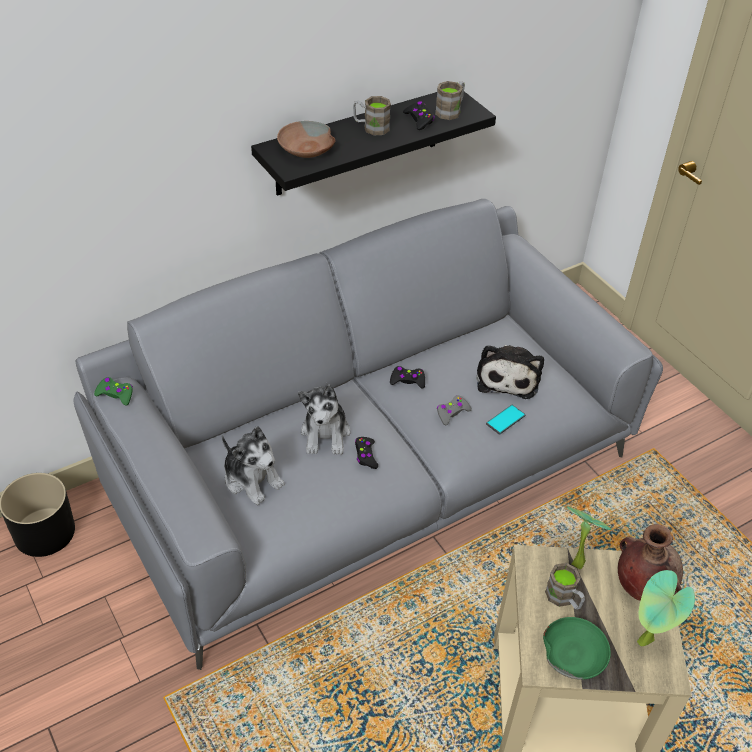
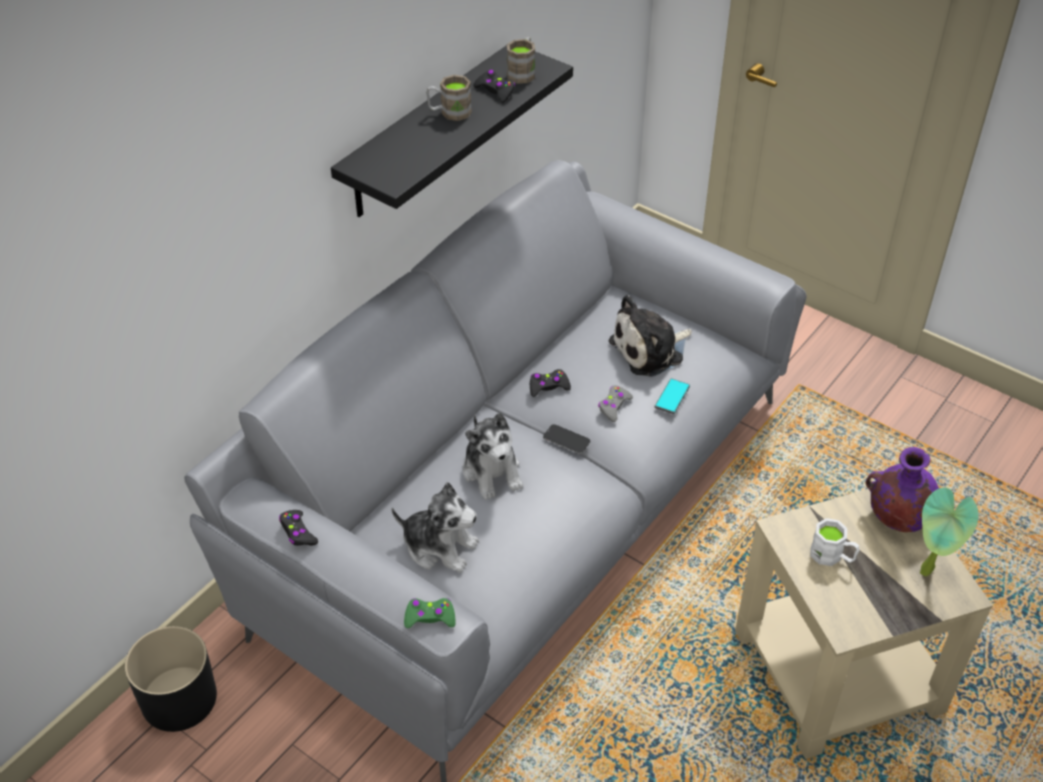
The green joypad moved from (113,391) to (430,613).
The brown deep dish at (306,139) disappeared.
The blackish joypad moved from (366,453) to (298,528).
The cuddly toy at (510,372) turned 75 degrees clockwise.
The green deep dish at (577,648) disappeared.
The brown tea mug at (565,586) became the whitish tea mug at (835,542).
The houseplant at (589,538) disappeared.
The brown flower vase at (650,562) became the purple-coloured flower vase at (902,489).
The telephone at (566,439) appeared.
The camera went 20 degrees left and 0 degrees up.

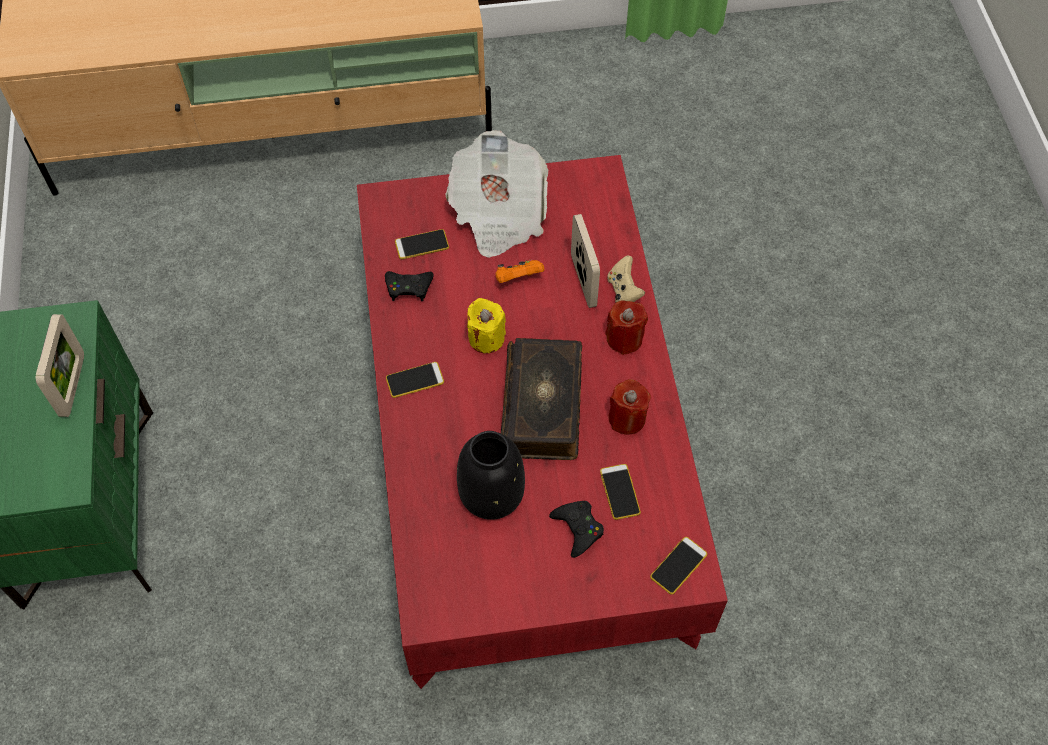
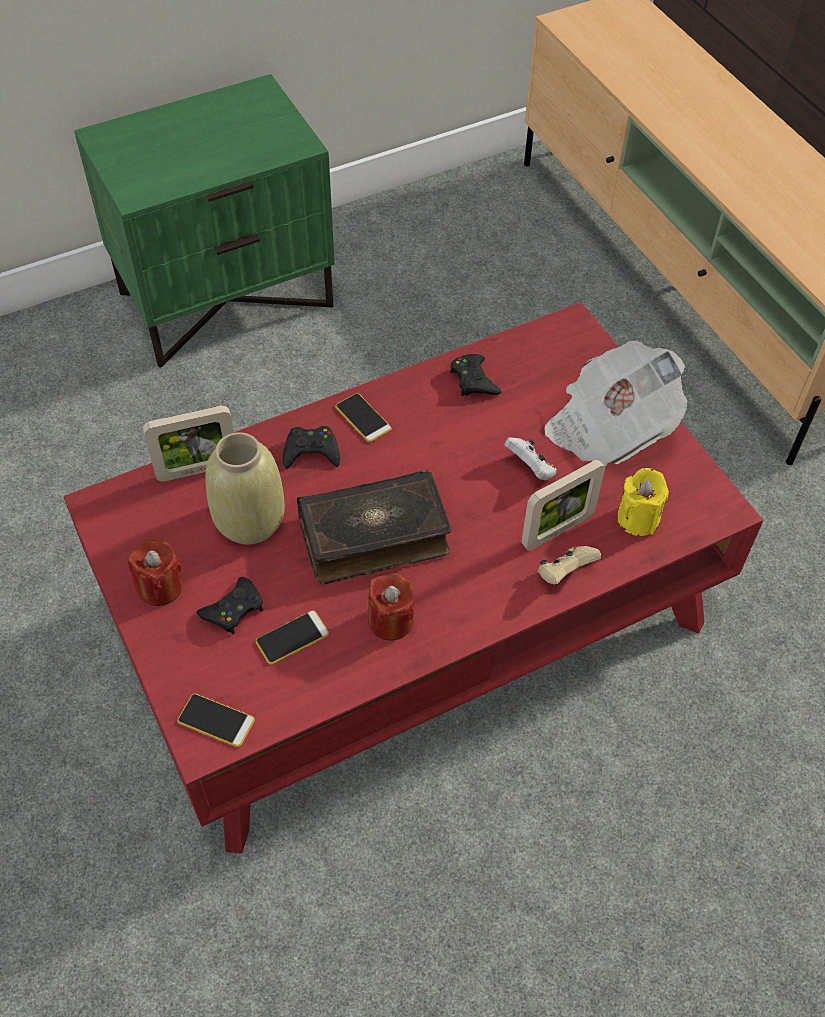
The standing frame moved from (60,365) to (188,443).
The telephone at (422,244) disappeared.
The blackish flower vase at (491,475) became the beige-coloured flower vase at (245,488).
The yellowish candle moved from (486,325) to (643,502).
The orange joypad at (520,271) became the whitish joypad at (530,458).
The red-coloured candle moved from (626,327) to (155,573).
The blackish joypad at (311,447) appeared.
The camera went 70 degrees right and 5 degrees down.

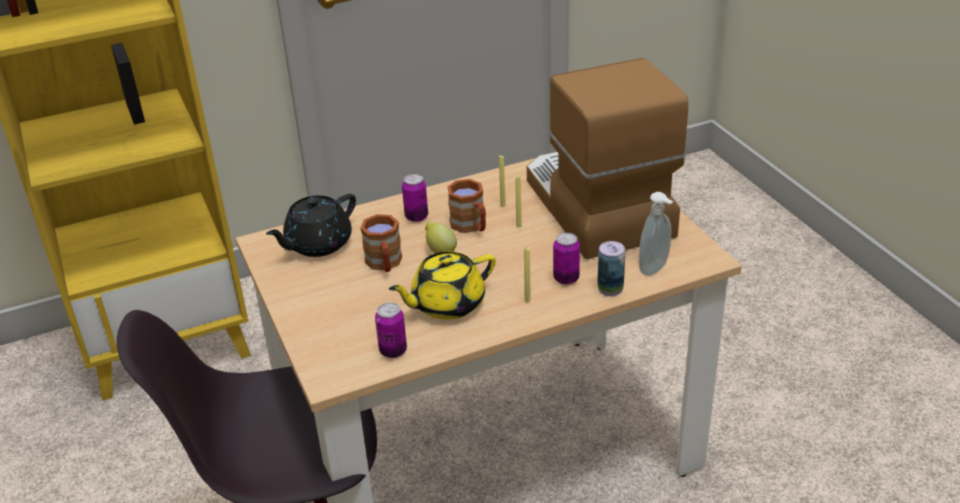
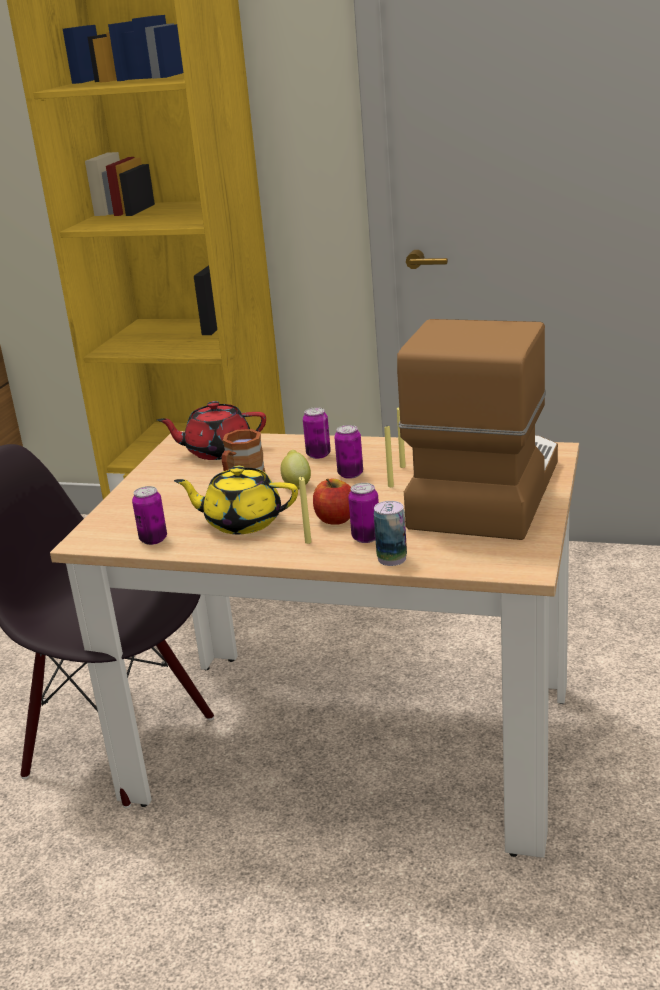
The blackish teapot at (311,225) became the red-coloured teapot at (211,430).
The brown tea mug at (466,206) was replaced by the sealed can at (348,452).
The liquid soap bottle at (656,234) disappeared.
The apple fruit at (332,501) appeared.
The camera went 40 degrees right and 10 degrees down.

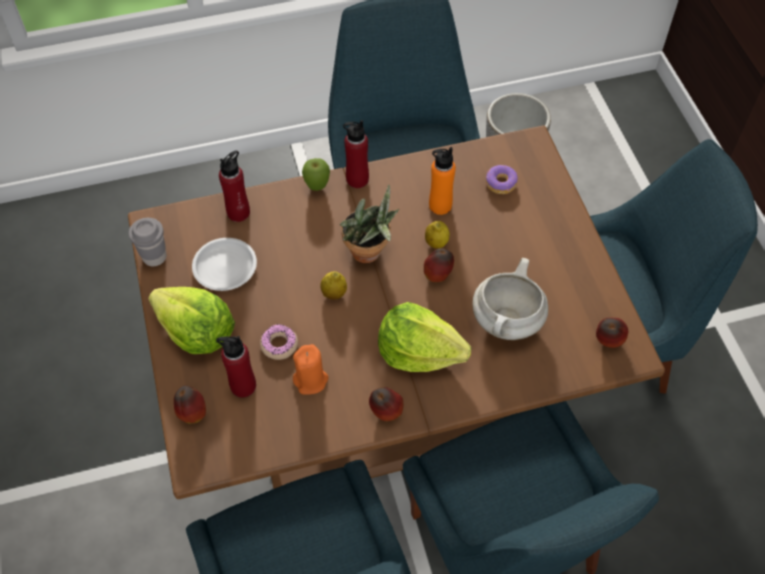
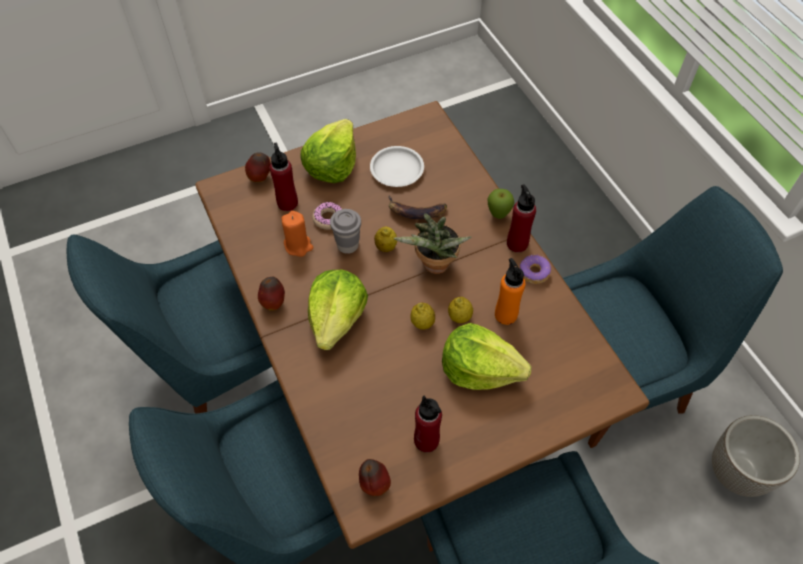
The gray small cup moved from (147,242) to (345,231).
The red-coloured beverage bottle moved from (234,186) to (428,424).
The apple fruit at (439,265) was replaced by the citrus fruit at (423,316).
The whitish cooking pot at (510,299) disappeared.
The donut moved from (502,179) to (535,269).
The whole banana at (418,207) appeared.
The head of lettuce at (486,356) appeared.
The camera went 80 degrees right and 0 degrees up.

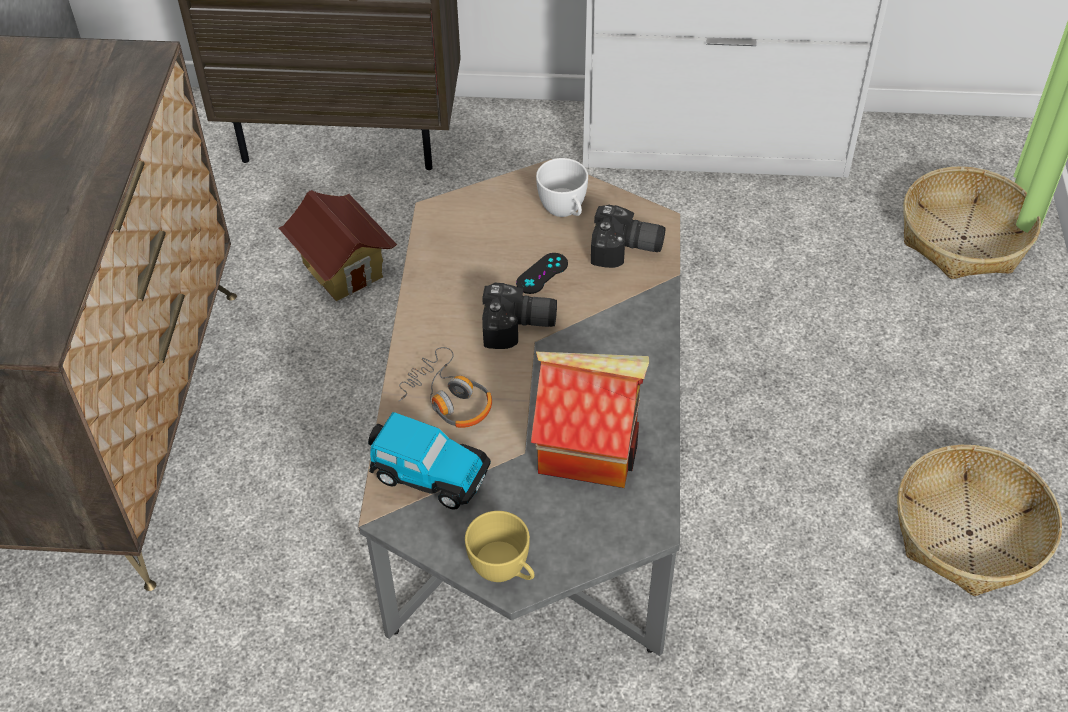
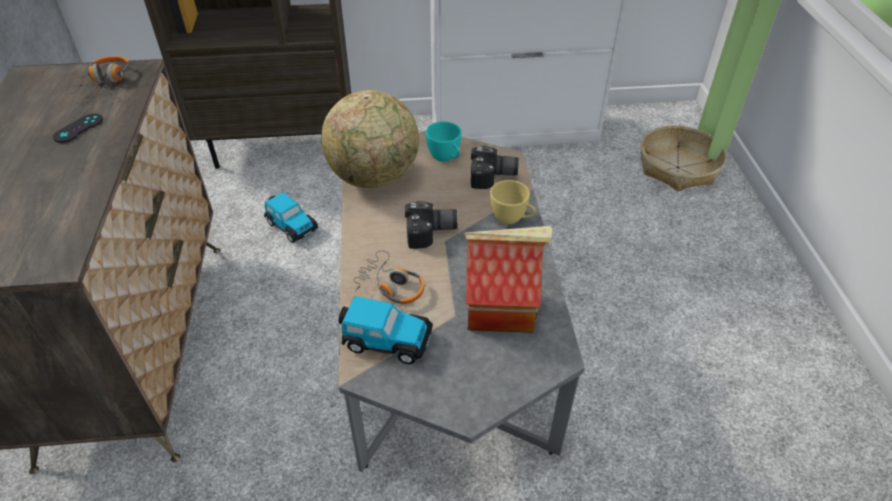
The model house at (338,245) was replaced by the model car at (291,217).
The yellowish small cup moved from (500,546) to (513,202).
The blackish joypad moved from (542,273) to (78,128).
The whitish small cup at (562,187) became the turquoise-coloured small cup at (443,141).
The household basket at (979,520) disappeared.
The pair of headphones at (97,75) appeared.
The globe at (370,139) appeared.
The camera went 10 degrees left and 5 degrees down.

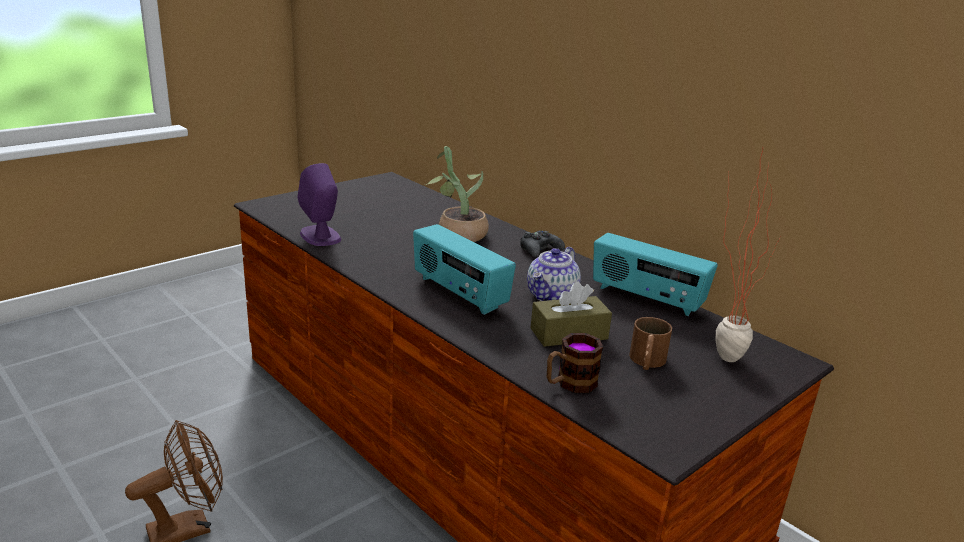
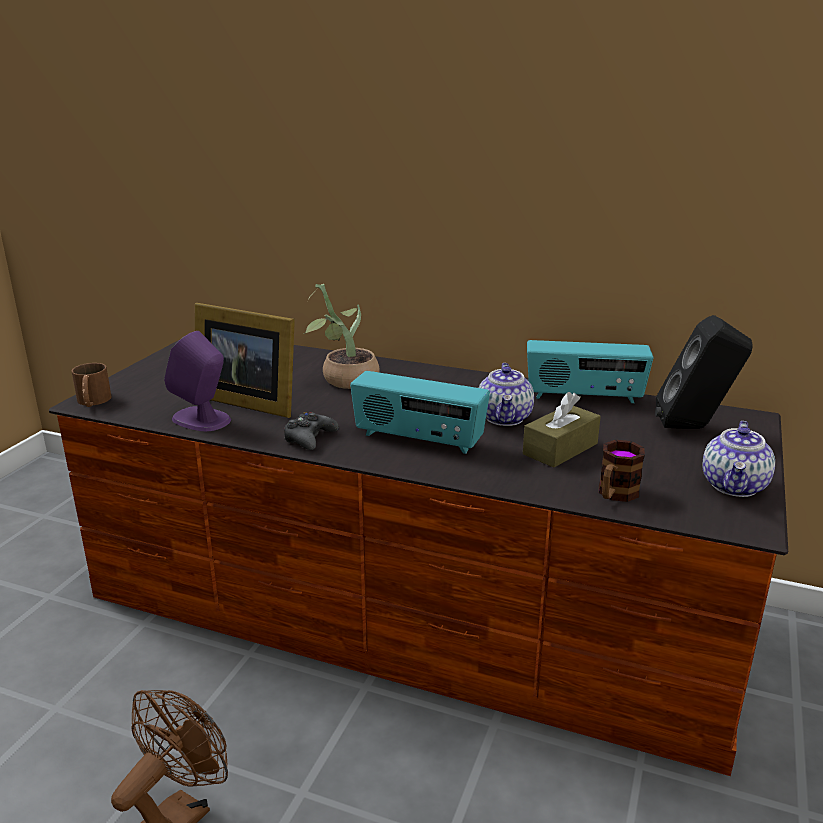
The blackish joypad moved from (543,243) to (311,431).
The brown tea mug moved from (650,343) to (91,385).
The houseplant at (748,256) was replaced by the blackish speaker at (704,372).
The standing frame at (245,360) appeared.
The teapot at (738,459) appeared.
The camera went 25 degrees left and 0 degrees up.

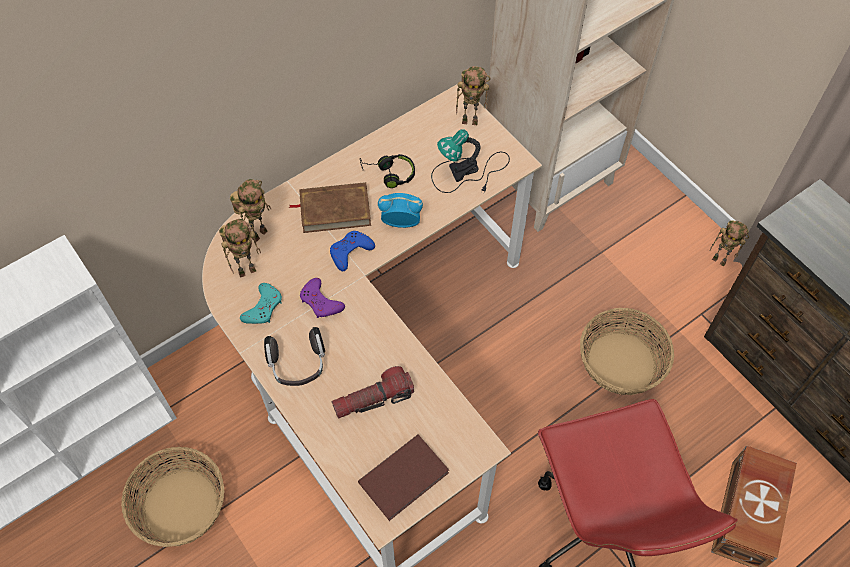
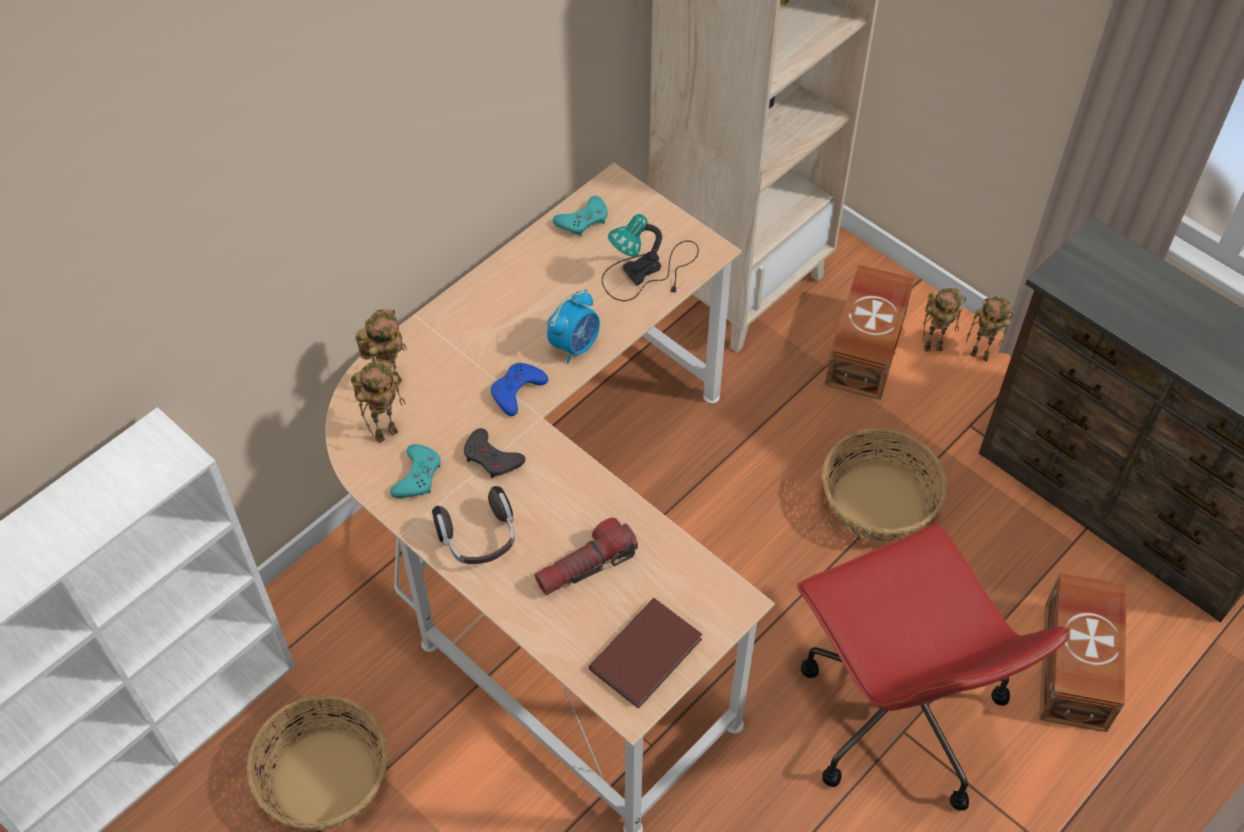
The brown volume at (330,207) disappeared.
The purple-coloured joypad at (322,298) became the gray joypad at (494,453).
The blackish pair of headphones at (387,171) disappeared.
The alarm clock at (400,210) turned 135 degrees clockwise.
The robot figure moved from (473,95) to (944,319).
The turquoise-coloured joypad at (580,216) appeared.
The brown storage box at (869,332) appeared.
The camera went 10 degrees left and 5 degrees down.

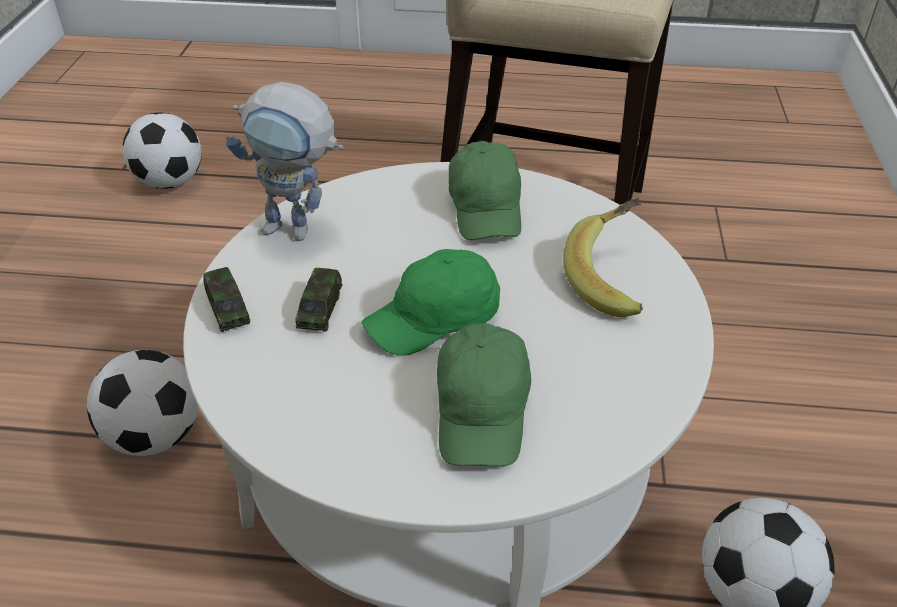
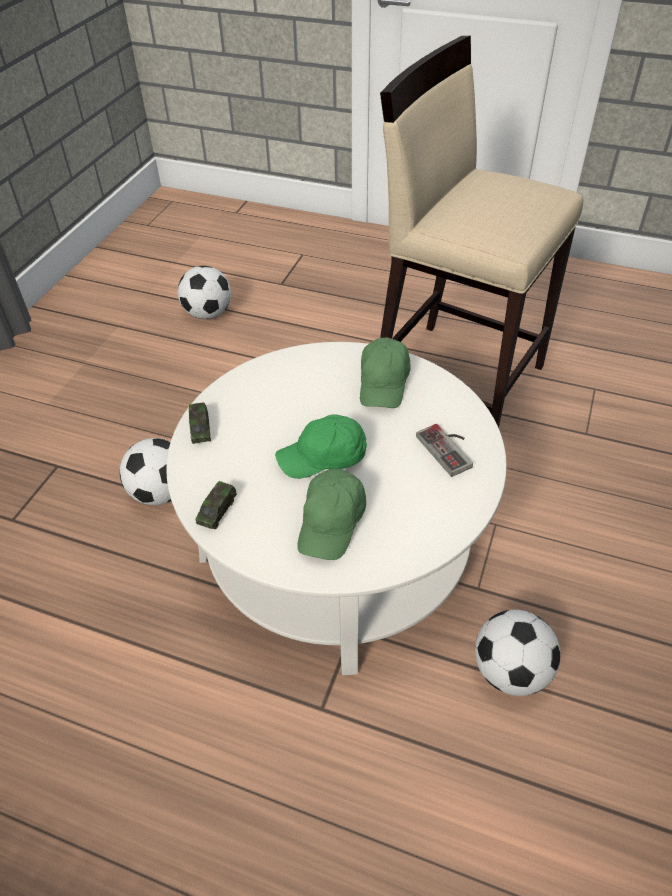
The robot figure at (284,161) disappeared.
The model car moved from (319,300) to (216,505).
The whole banana at (603,257) was replaced by the joypad at (444,450).
The camera went 15 degrees right and 5 degrees up.

